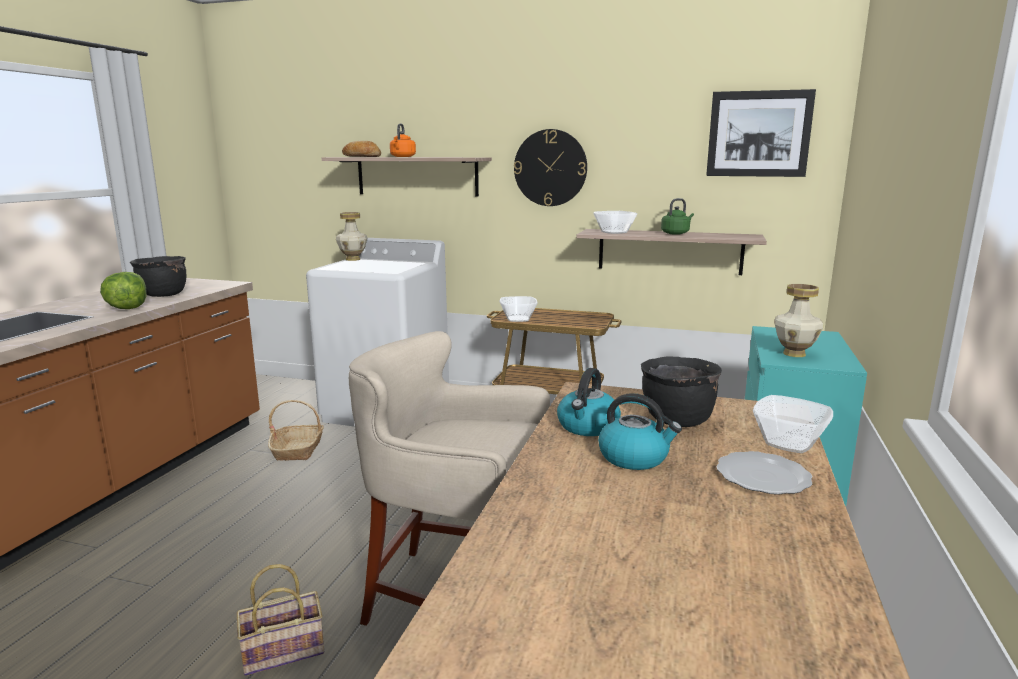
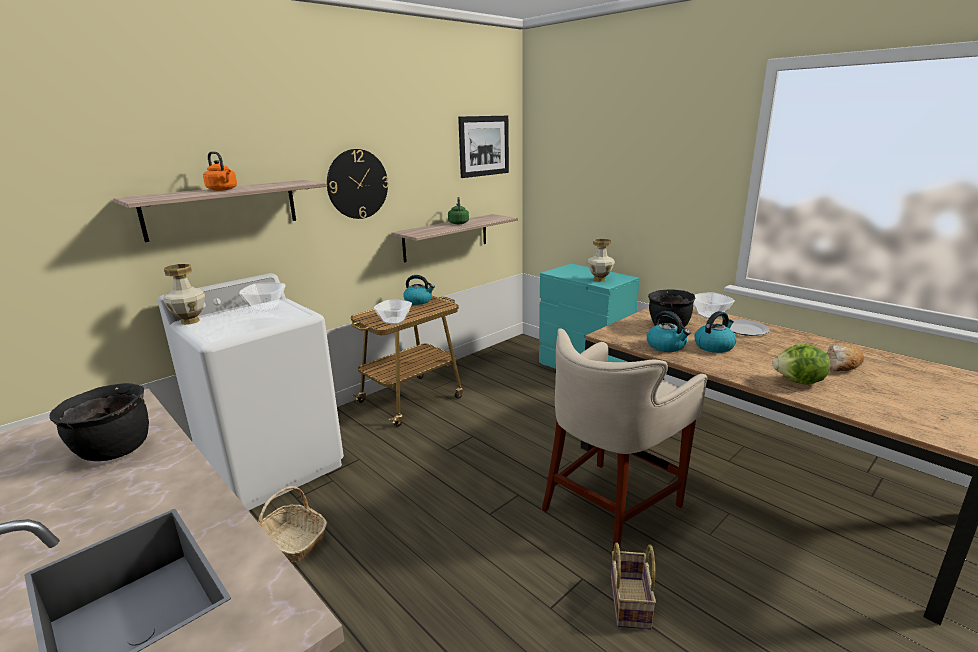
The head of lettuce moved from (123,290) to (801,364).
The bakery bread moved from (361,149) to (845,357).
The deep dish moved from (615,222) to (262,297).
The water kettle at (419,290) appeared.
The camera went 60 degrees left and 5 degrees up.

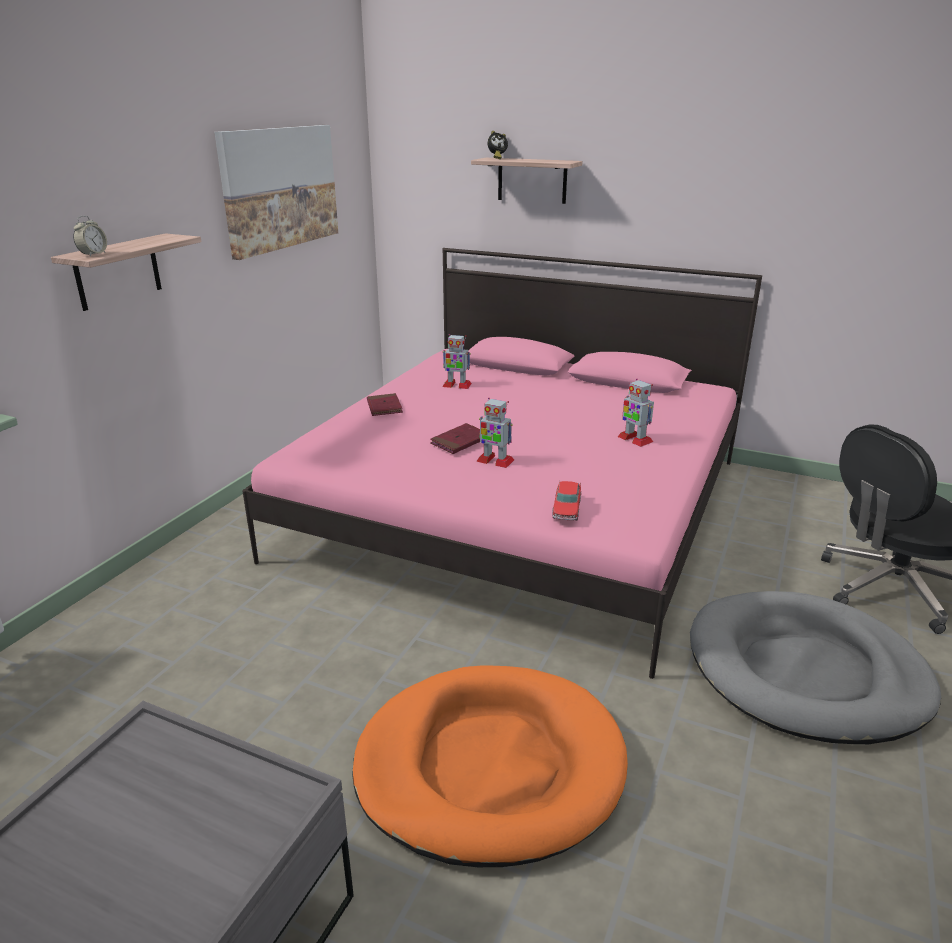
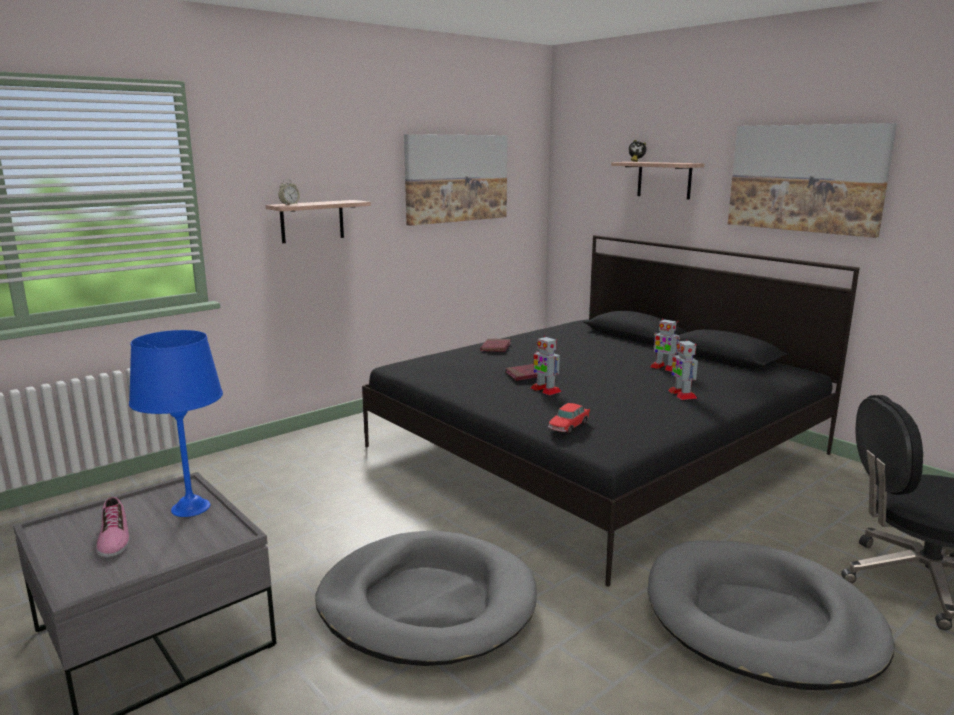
The pink-coloured bed at (502,463) became the blackish bed at (611,410).
The orange dog bed at (490,766) became the gray dog bed at (426,598).
The robot figure moved from (457,361) to (665,345).
The item of footwear at (112,527) appeared.
The blue-coloured lamp for a table at (176,423) appeared.
The wall art at (812,180) appeared.
The camera went 25 degrees right and 10 degrees down.

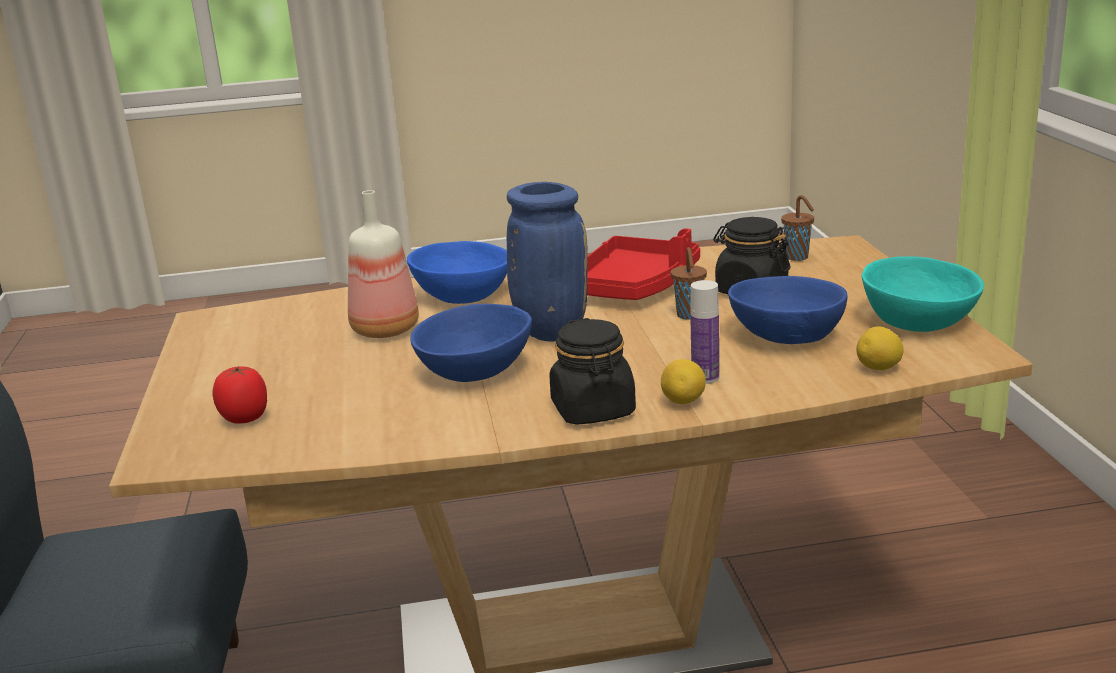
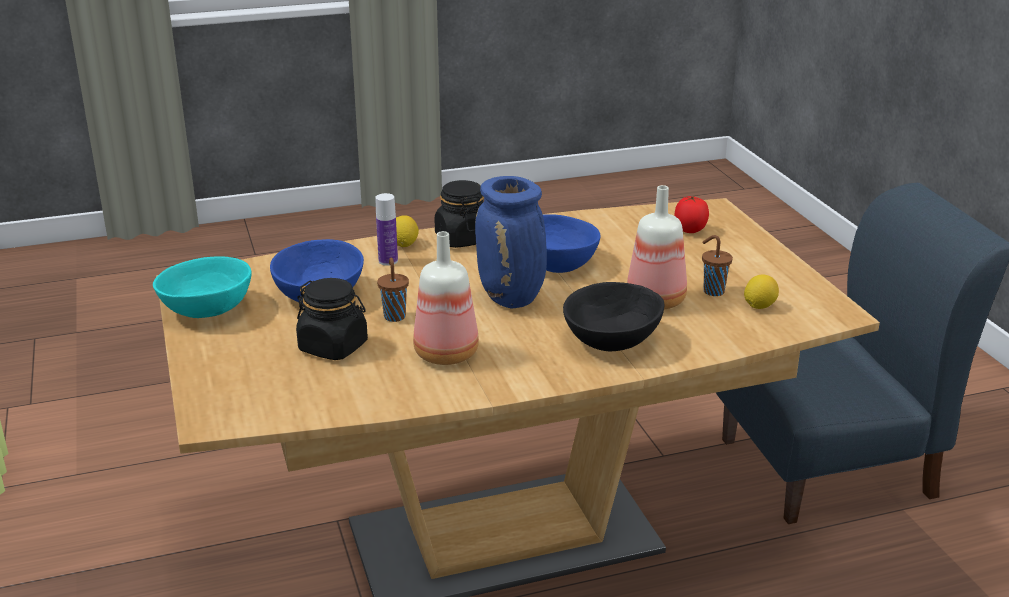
The blue-coloured deep dish at (457,272) became the blackish deep dish at (613,316).
The red-coloured carrying tray at (643,264) was replaced by the beverage bottle at (446,298).
The brown small cup moved from (797,228) to (717,265).
The citrus fruit moved from (880,348) to (761,292).
The camera went 170 degrees right and 5 degrees up.

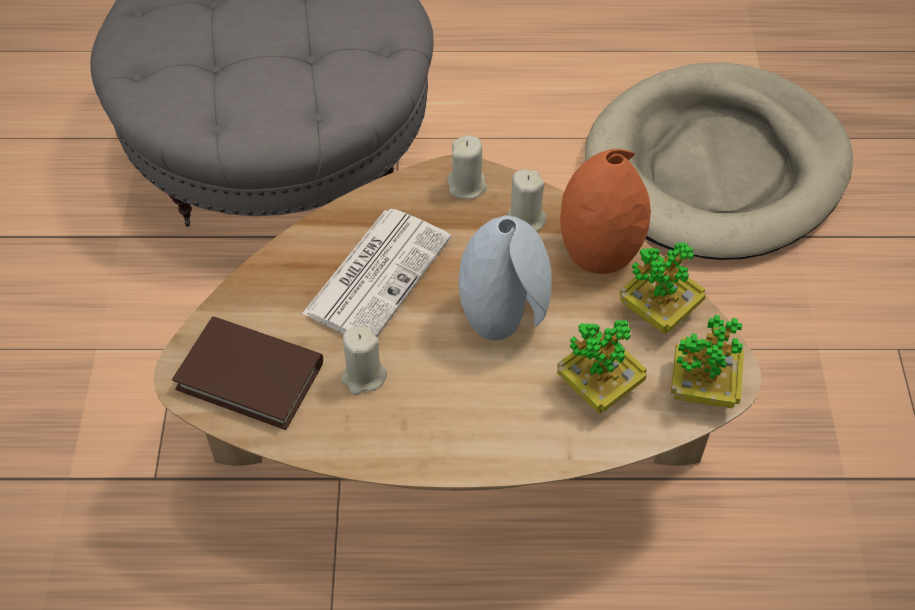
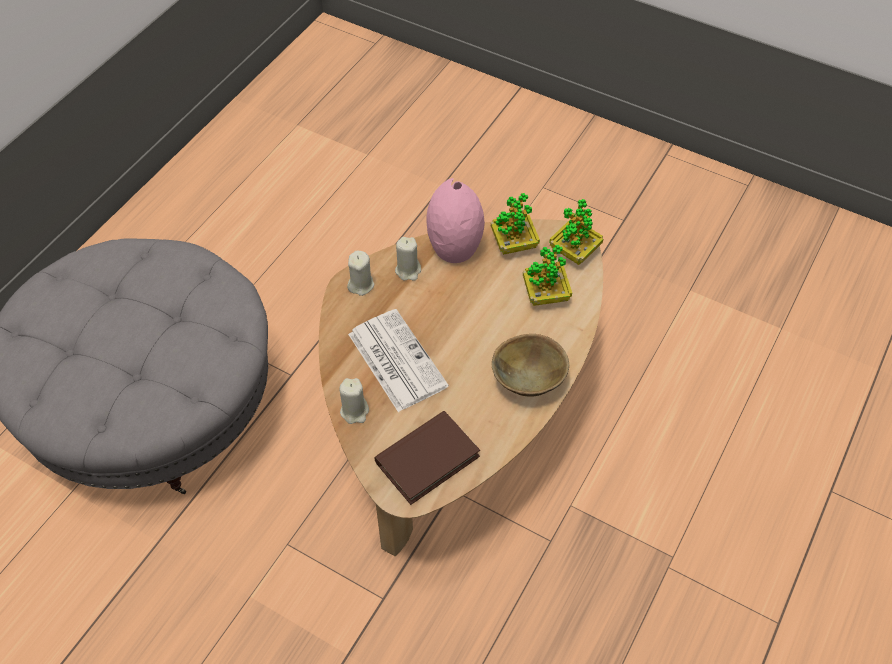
The beige-coloured candle moved from (364,360) to (354,401).
The gray flower vase at (505,277) disappeared.
The orange flower vase at (605,211) became the pink-coloured flower vase at (455,220).
The beige-coloured dog bed at (719,161) disappeared.
The brown deep dish at (530,365) appeared.
The camera went 60 degrees left and 0 degrees up.

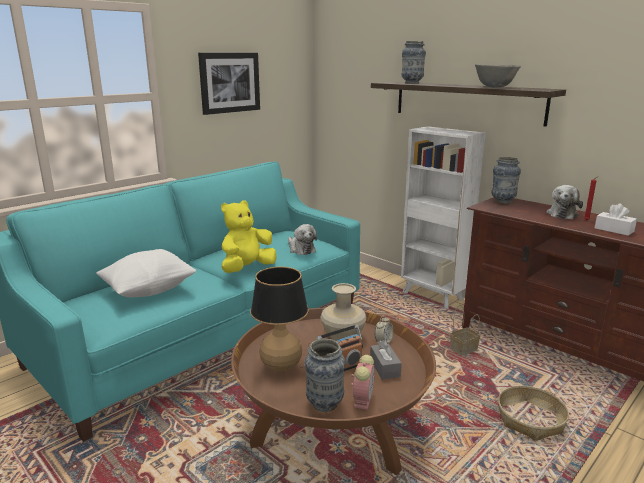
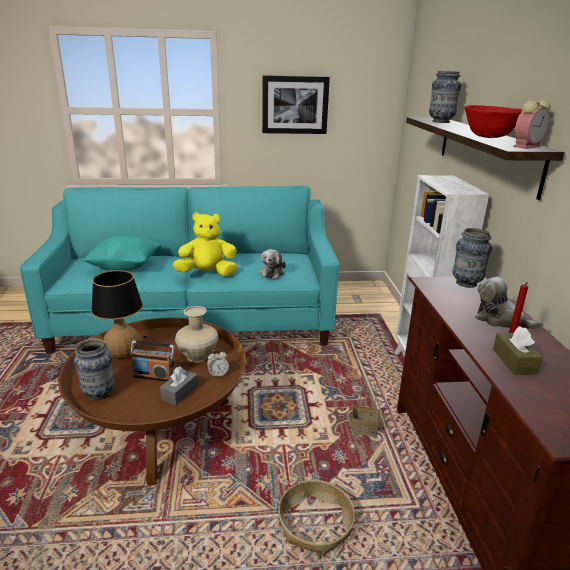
The whitish throw pillow at (146,273) became the turquoise-coloured throw pillow at (122,253).
The alarm clock moved from (363,382) to (531,124).
The gray deep dish at (498,75) became the red-coloured deep dish at (493,121).
The cuddly toy at (564,202) turned 60 degrees clockwise.
The whitish box of tissues at (616,220) became the brown box of tissues at (518,350).
The camera went 40 degrees right and 5 degrees up.

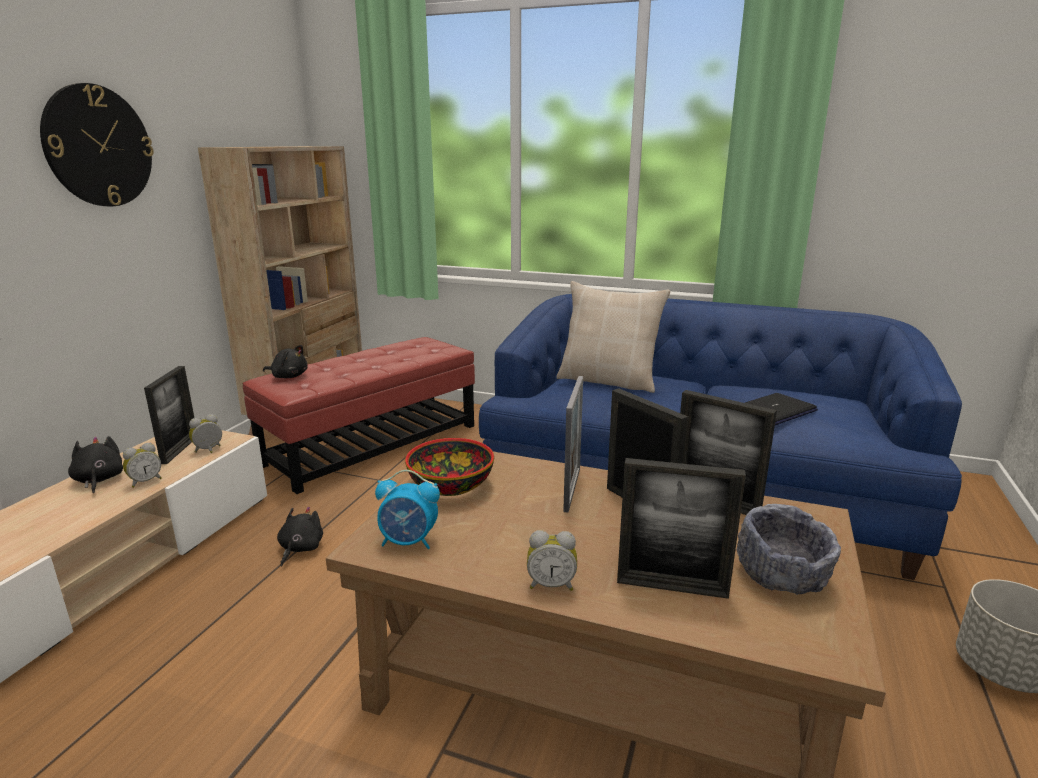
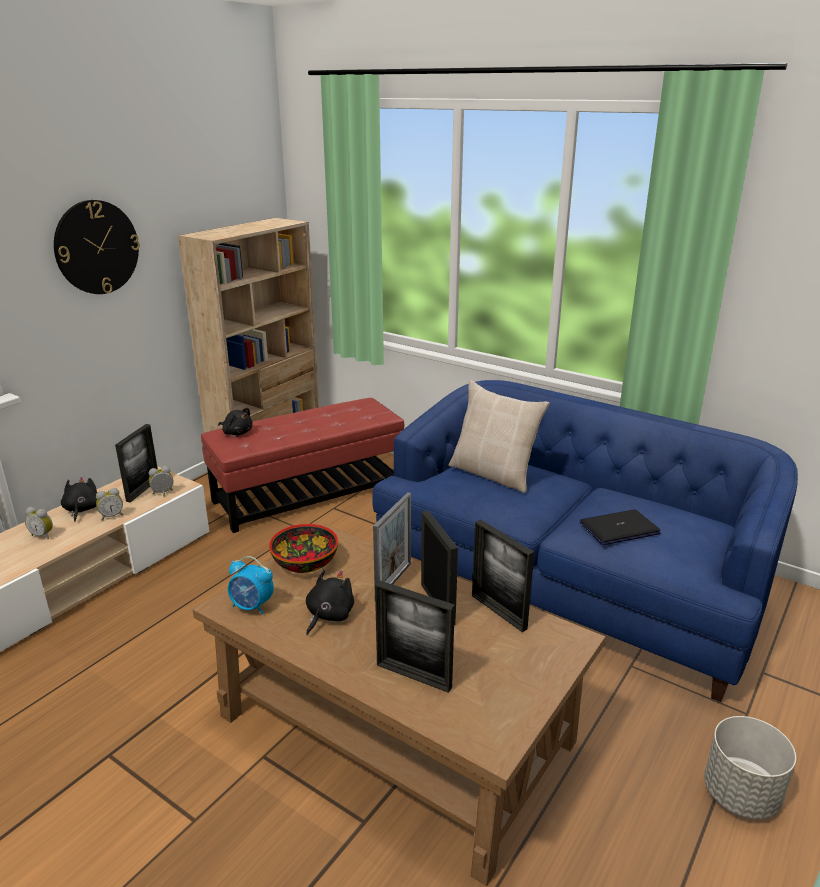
The blackish cuddly toy moved from (300,536) to (330,603).
The alarm clock moved from (552,560) to (39,523).
The gray deep dish at (789,549) disappeared.
The camera went 15 degrees right and 5 degrees up.

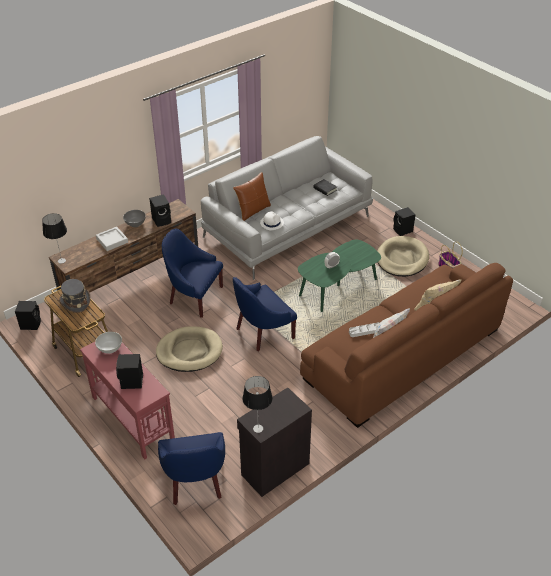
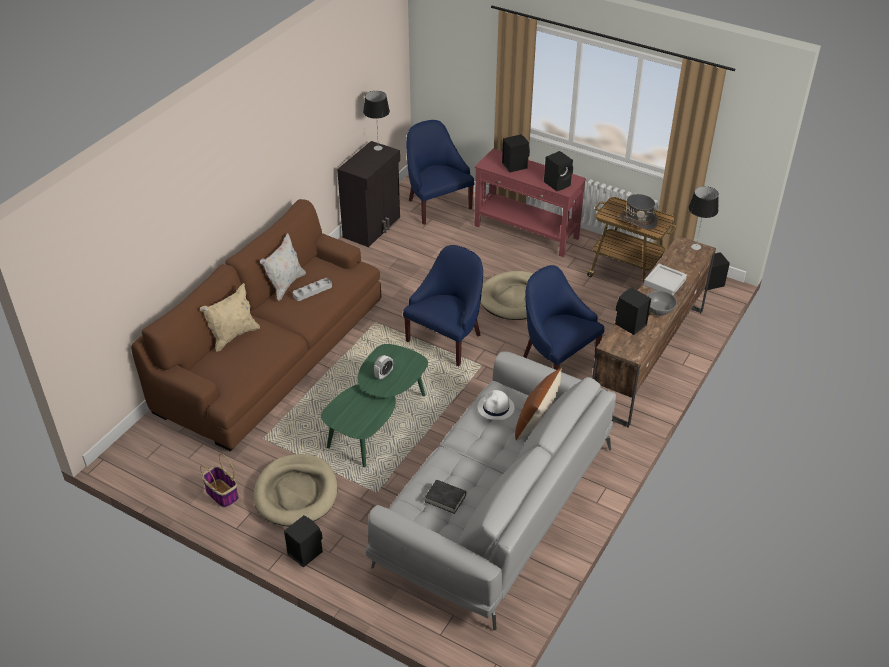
The whitish deep dish at (108,343) was replaced by the blackish speaker at (558,171).
The blue-coloured armchair at (192,273) turned 135 degrees counterclockwise.
The camera went 160 degrees right and 0 degrees up.

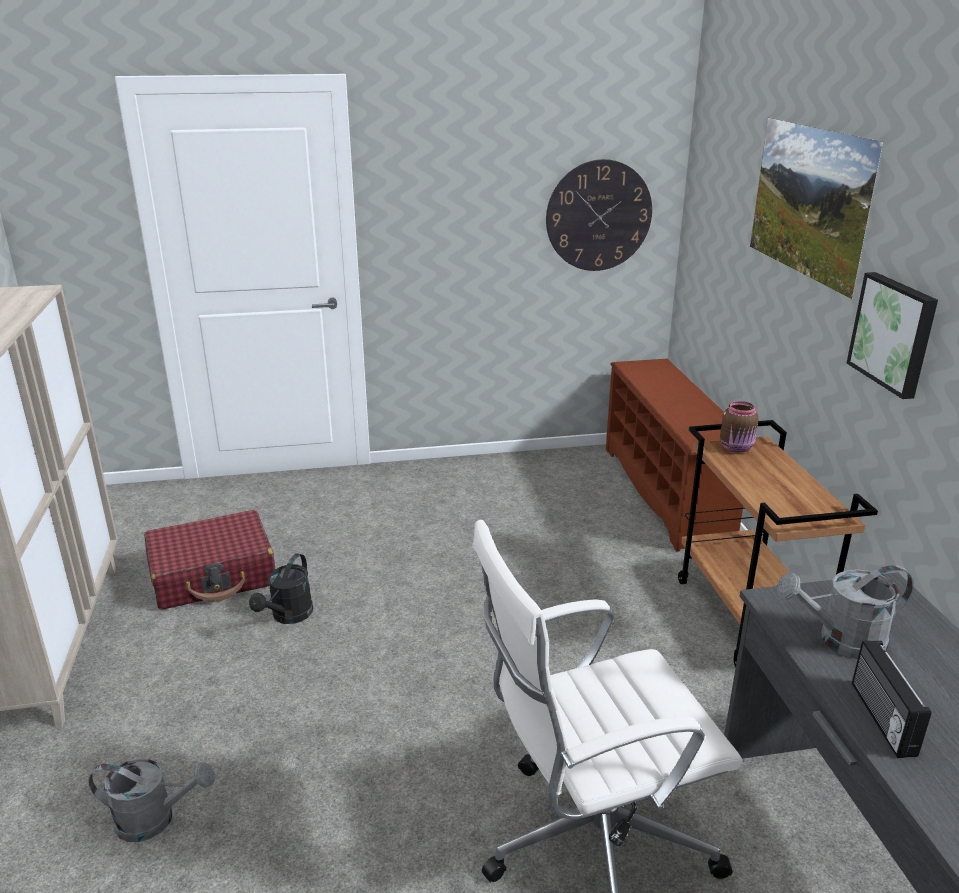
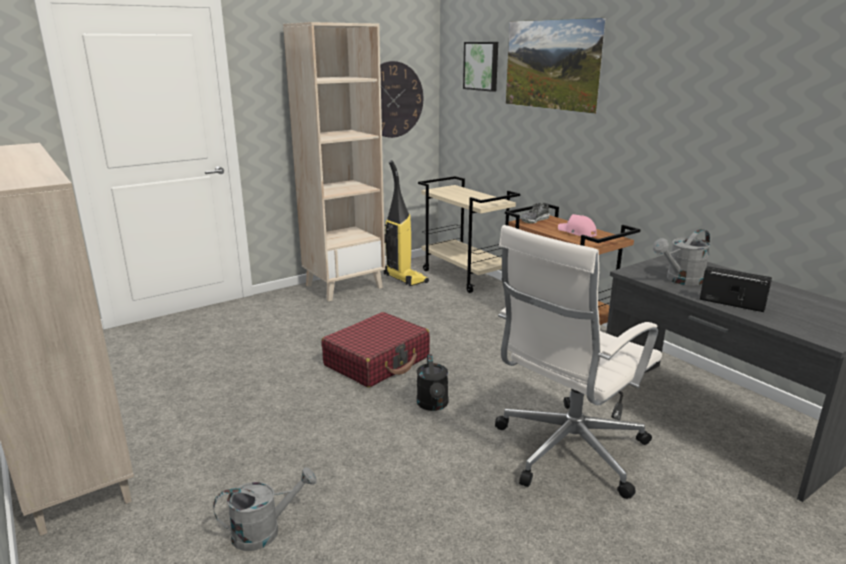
The red-coloured suitcase moved from (209,560) to (375,350).
The blackish watering pot moved from (281,589) to (433,382).
The brown shoe stand at (674,455) was replaced by the beige-coloured trolley at (469,234).
The brown preserve jar at (739,427) was replaced by the item of footwear at (535,212).
The wall art moved from (892,335) to (480,67).
The radio receiver at (891,699) turned 150 degrees clockwise.
The beige-coloured shelving unit at (334,161) appeared.
The hoover at (406,223) appeared.
The pink-coloured baseball cap at (577,225) appeared.
The camera went 25 degrees left and 5 degrees down.

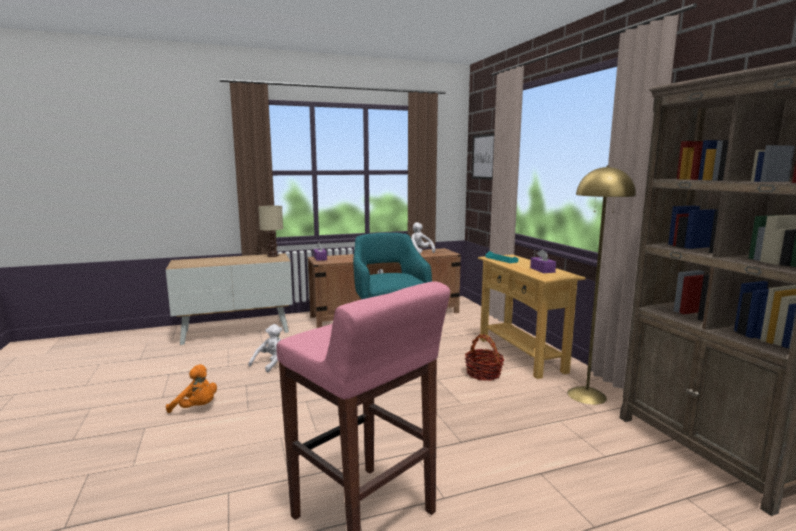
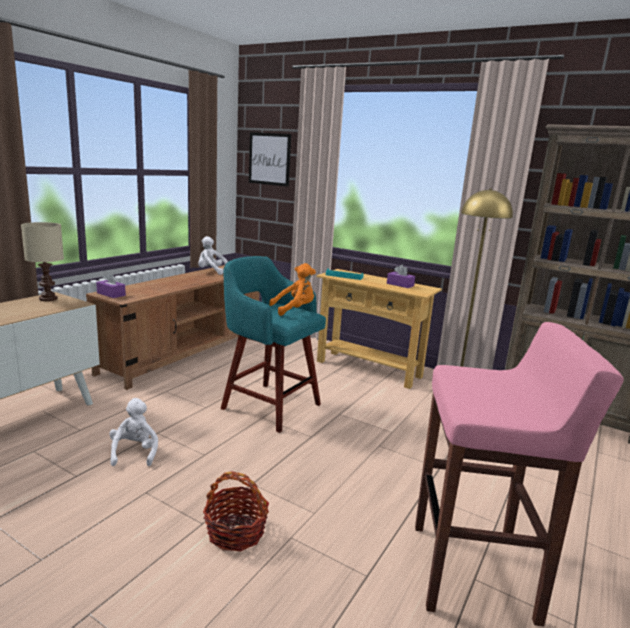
The orange cuddly toy moved from (191,388) to (292,289).
The household basket moved from (484,357) to (236,511).
The camera went 40 degrees left and 5 degrees up.

